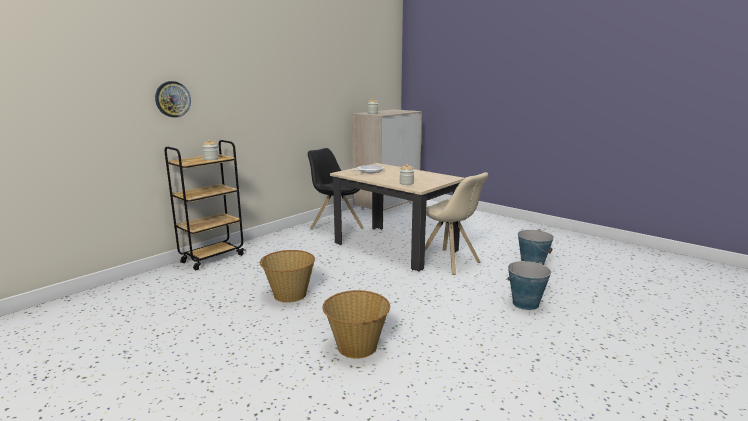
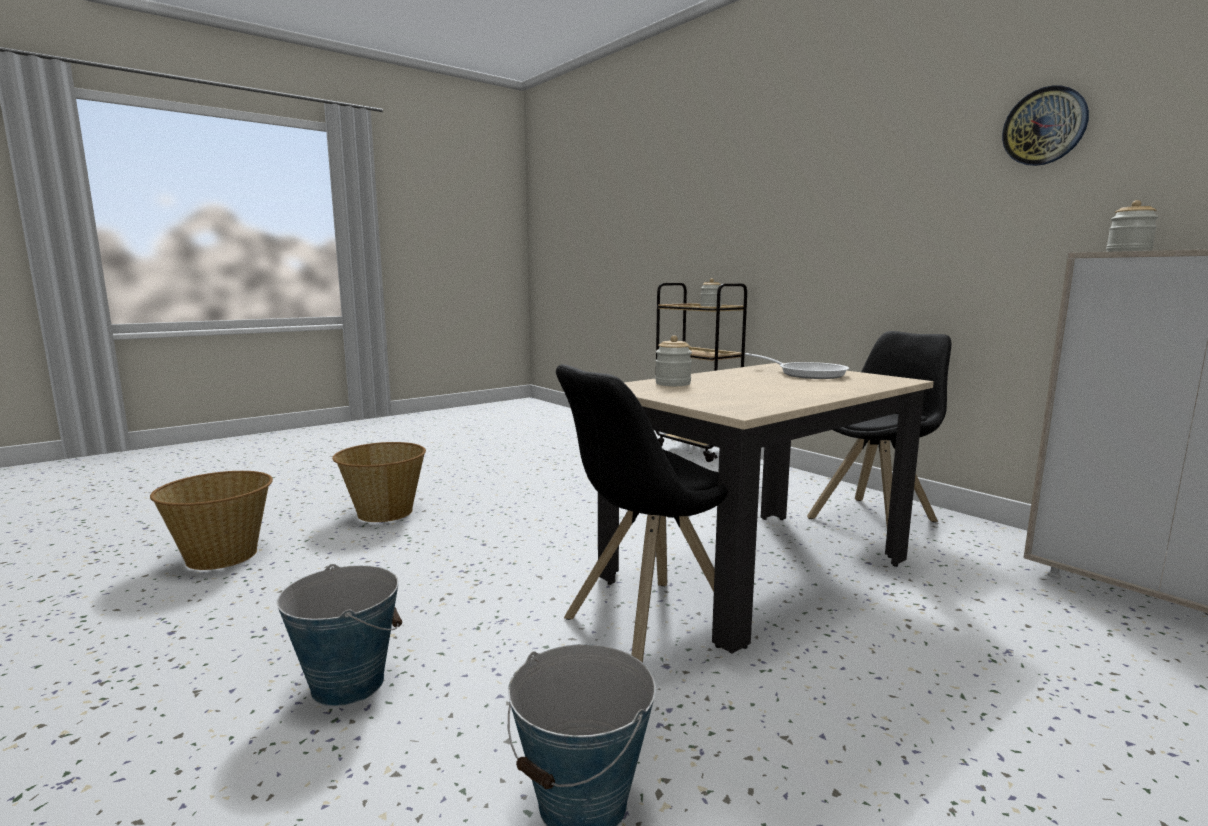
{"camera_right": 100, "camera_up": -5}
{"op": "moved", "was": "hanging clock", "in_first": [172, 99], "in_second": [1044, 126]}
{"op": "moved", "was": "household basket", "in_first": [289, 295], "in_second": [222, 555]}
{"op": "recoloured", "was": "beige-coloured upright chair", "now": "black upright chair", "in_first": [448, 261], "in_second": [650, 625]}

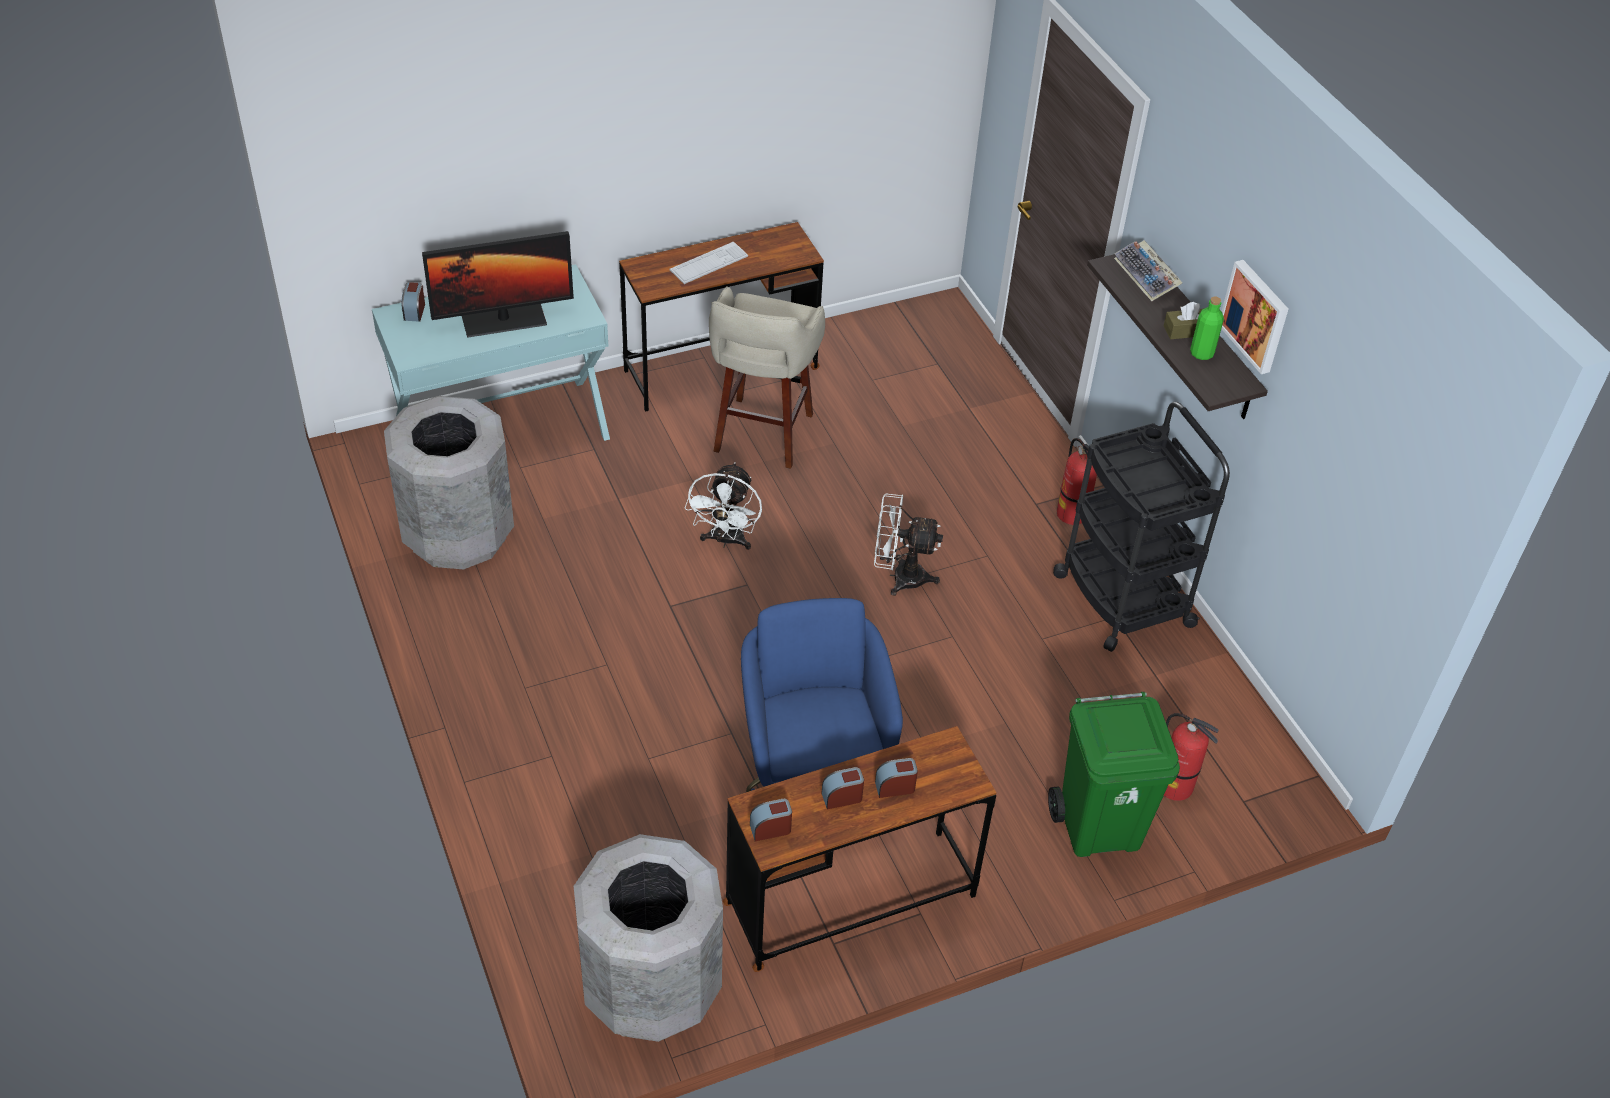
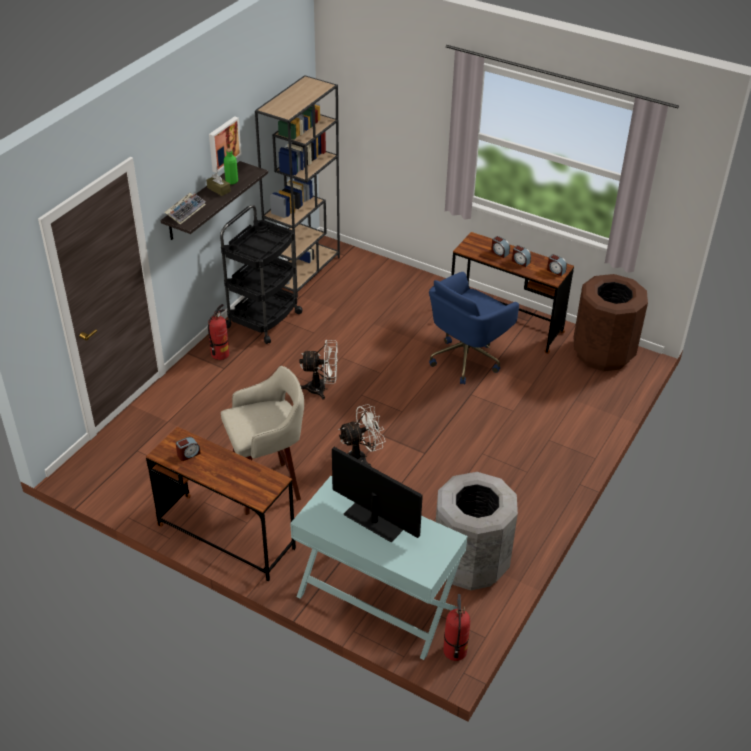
{"camera_right": -125, "camera_up": -5}
{"op": "moved", "was": "table clock", "in_first": [414, 311], "in_second": [188, 454]}
{"op": "recoloured", "was": "gray trash can", "now": "brown trash can", "in_first": [652, 988], "in_second": [602, 353]}
{"op": "removed", "was": "keyboard", "in_first": [709, 263]}
{"op": "turned", "was": "white-coloured electric fan", "in_first": [899, 577], "in_second": [322, 389], "clockwise": -60}
{"op": "removed", "was": "green-coloured trash can", "in_first": [1099, 827]}
{"op": "moved", "was": "extinguisher", "in_first": [1175, 787], "in_second": [454, 651]}
{"op": "added", "now": "shelving unit", "in_second": [303, 271]}

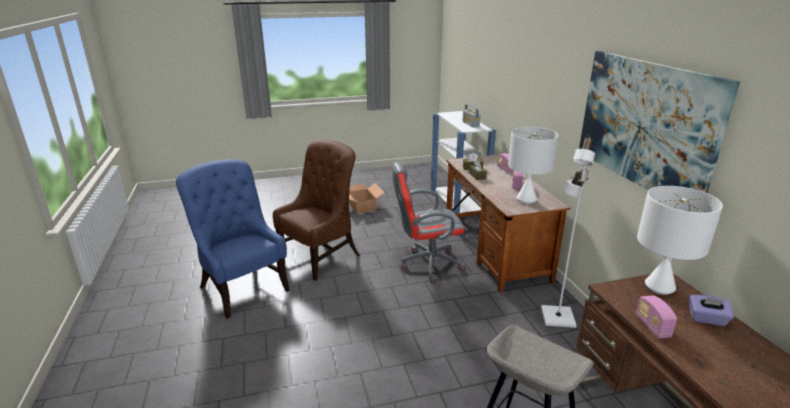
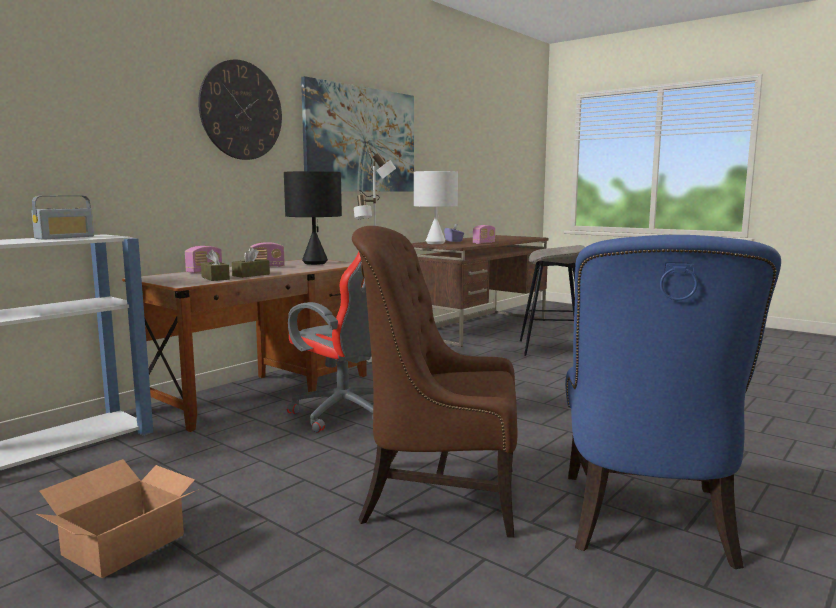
{"camera_right": -125, "camera_up": -15}
{"op": "recoloured", "was": "white-coloured tabletop lamp", "now": "black tabletop lamp", "in_first": [526, 200], "in_second": [314, 263]}
{"op": "added", "now": "hanging clock", "in_second": [241, 110]}

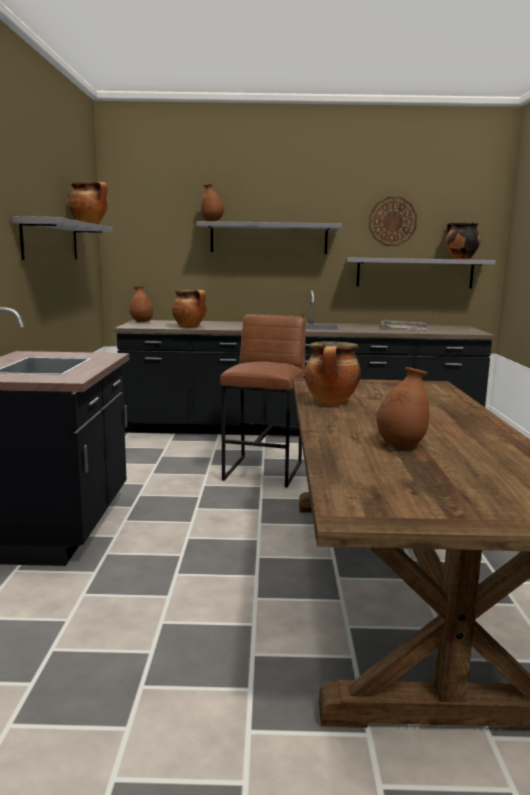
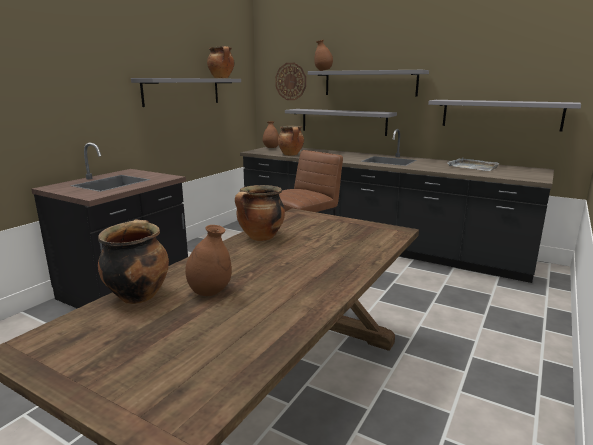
{"camera_right": 30, "camera_up": 5}
{"op": "moved", "was": "hanging clock", "in_first": [392, 221], "in_second": [290, 81]}
{"op": "moved", "was": "saucepot", "in_first": [460, 259], "in_second": [138, 295]}
{"op": "added", "now": "gray shelf", "in_second": [343, 121]}

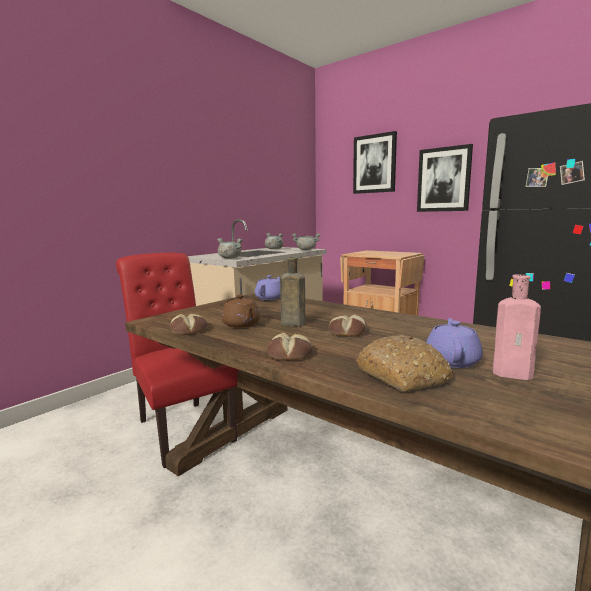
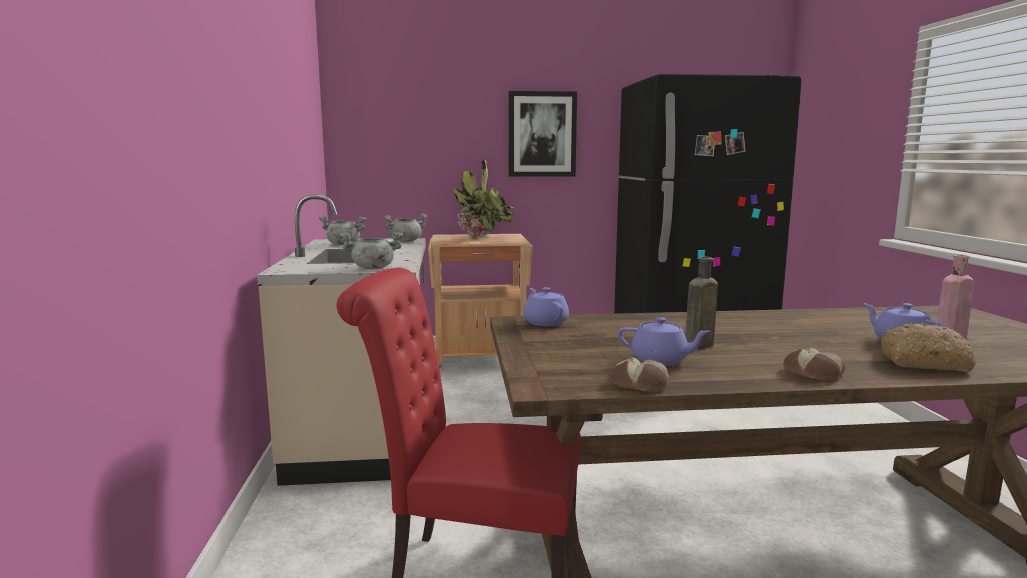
{"camera_right": -45, "camera_up": 0}
{"op": "recoloured", "was": "brown tea pot", "now": "purple tea pot", "in_first": [241, 325], "in_second": [660, 360]}
{"op": "removed", "was": "bread", "in_first": [346, 331]}
{"op": "removed", "was": "wall art", "in_first": [374, 164]}
{"op": "added", "now": "plant in a pot", "in_second": [486, 238]}

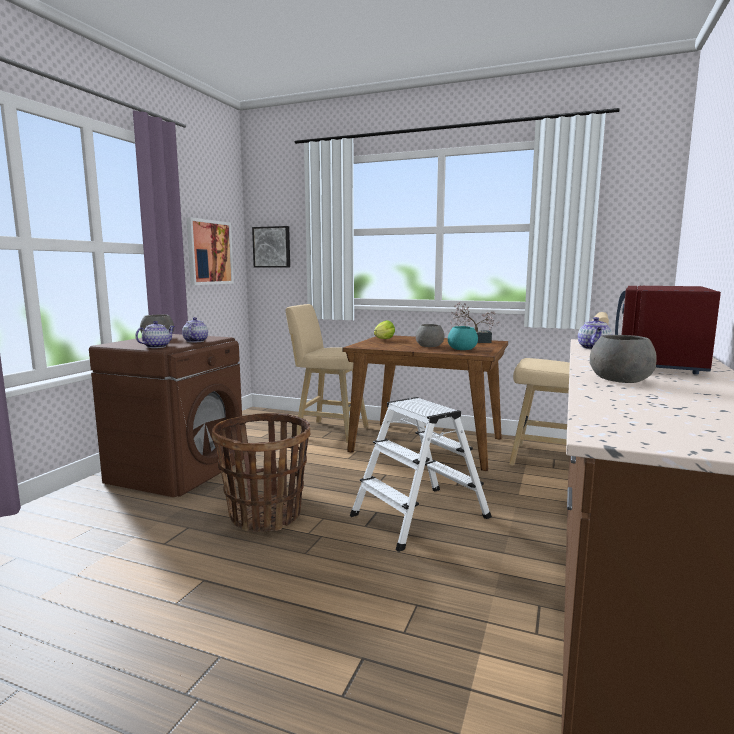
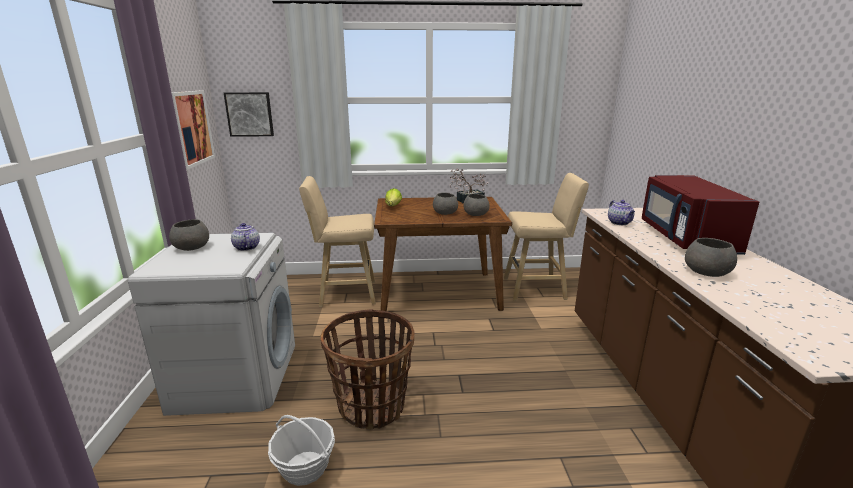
{"camera_right": -25, "camera_up": 10}
{"op": "recoloured", "was": "brown washing machine", "now": "white-coloured washing machine", "in_first": [180, 470], "in_second": [239, 375]}
{"op": "removed", "was": "tea pot", "in_first": [157, 347]}
{"op": "removed", "was": "white-coloured step stool", "in_first": [420, 516]}
{"op": "recoloured", "was": "blue-green deep dish", "now": "gray deep dish", "in_first": [462, 349], "in_second": [475, 214]}
{"op": "added", "now": "household basket", "in_second": [305, 468]}

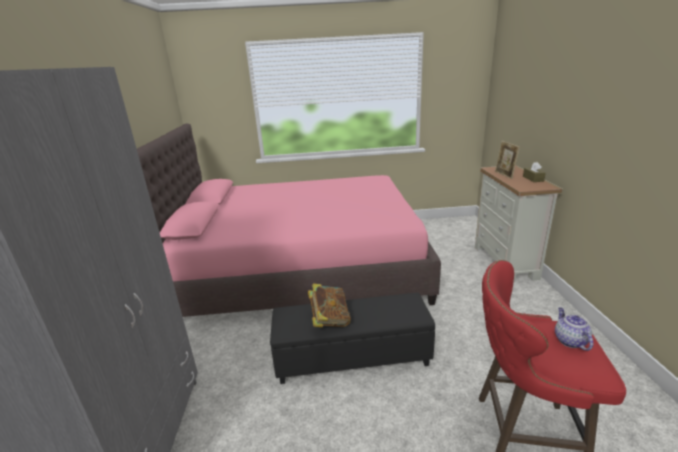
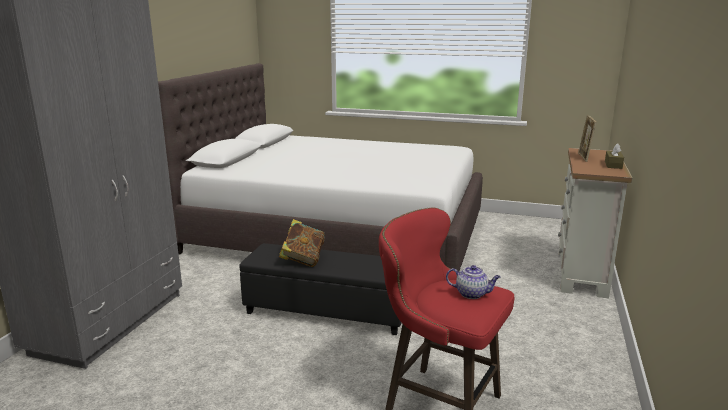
{"camera_right": 20, "camera_up": -5}
{"op": "recoloured", "was": "pink bed", "now": "white-coloured bed", "in_first": [300, 268], "in_second": [337, 234]}
{"op": "turned", "was": "tea pot", "in_first": [569, 340], "in_second": [472, 294], "clockwise": 90}

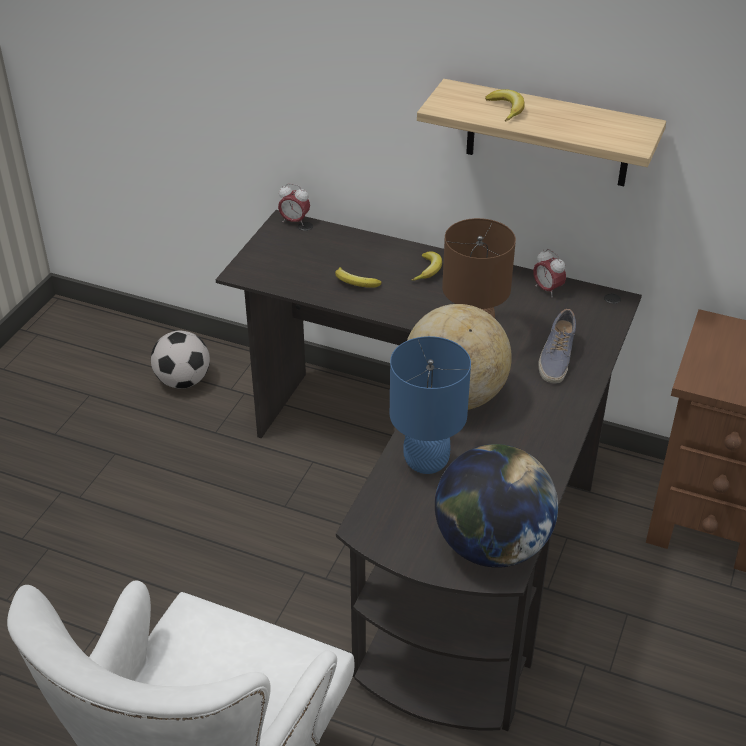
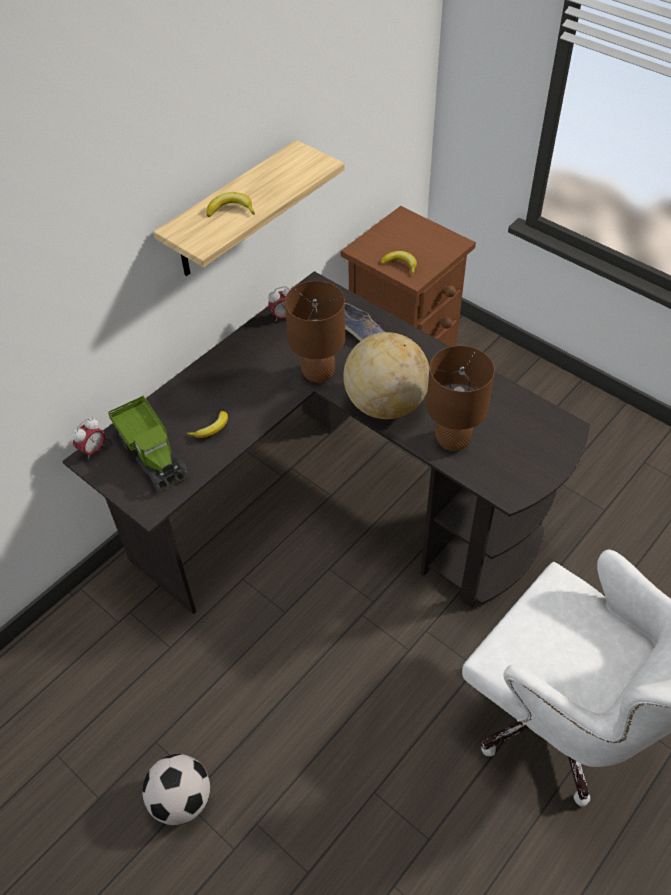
{"camera_right": -70, "camera_up": 10}
{"op": "moved", "was": "ball for football", "in_first": [183, 381], "in_second": [181, 799]}
{"op": "recoloured", "was": "blue-coloured tabletop lamp", "now": "brown tabletop lamp", "in_first": [427, 464], "in_second": [454, 440]}
{"op": "moved", "was": "whole banana", "in_first": [428, 270], "in_second": [400, 265]}
{"op": "removed", "was": "globe", "in_first": [491, 545]}
{"op": "added", "now": "model truck", "in_second": [153, 454]}

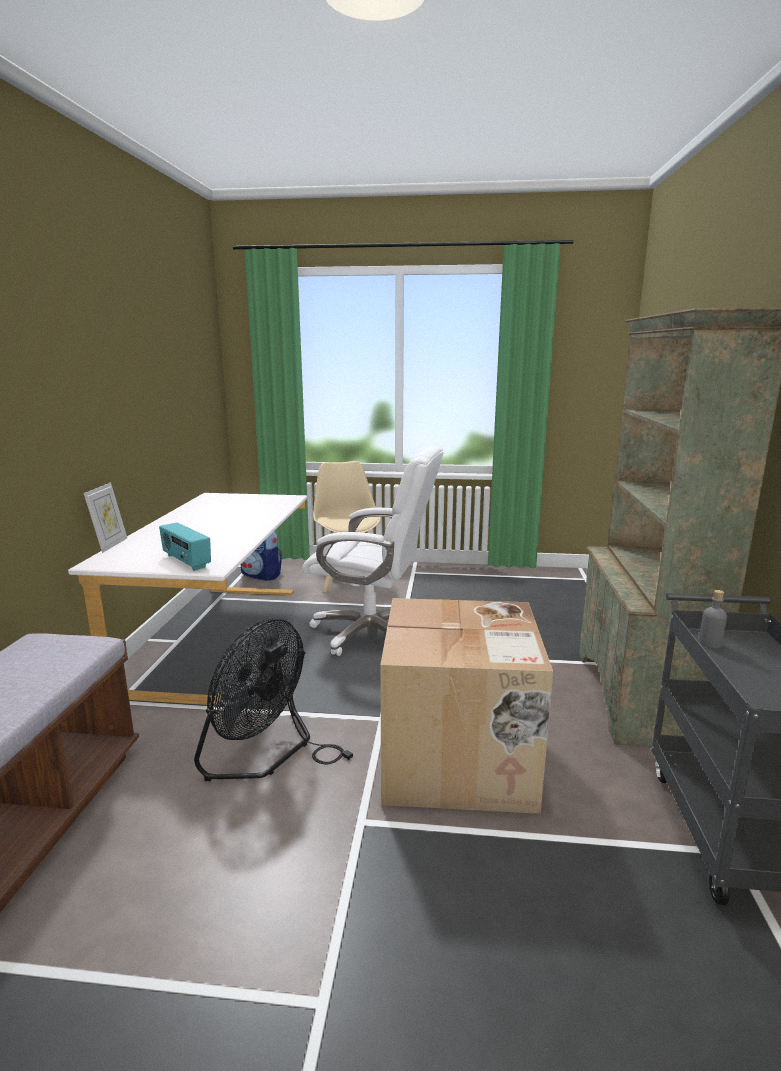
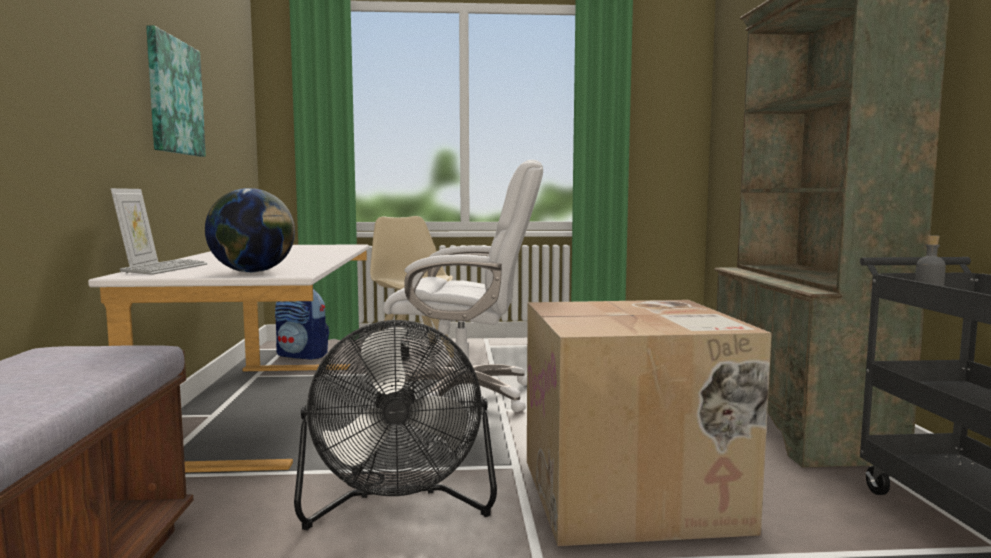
{"camera_right": -10, "camera_up": -10}
{"op": "replaced", "was": "radio", "now": "globe", "in_first": [186, 561], "in_second": [253, 272]}
{"op": "turned", "was": "black electric fan", "in_first": [277, 750], "in_second": [391, 505], "clockwise": -120}
{"op": "added", "now": "keyboard", "in_second": [166, 269]}
{"op": "added", "now": "wall art", "in_second": [174, 97]}

